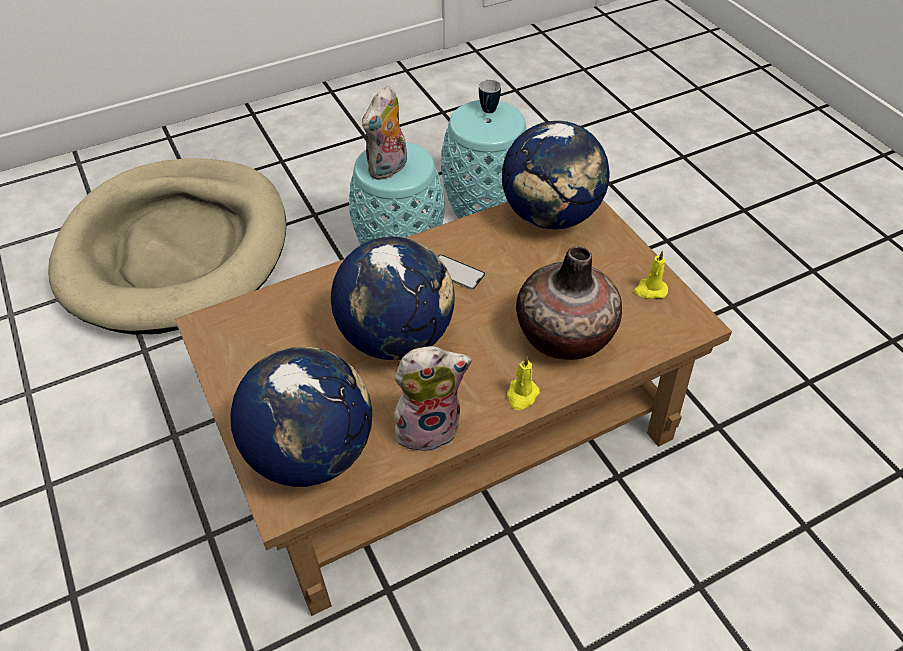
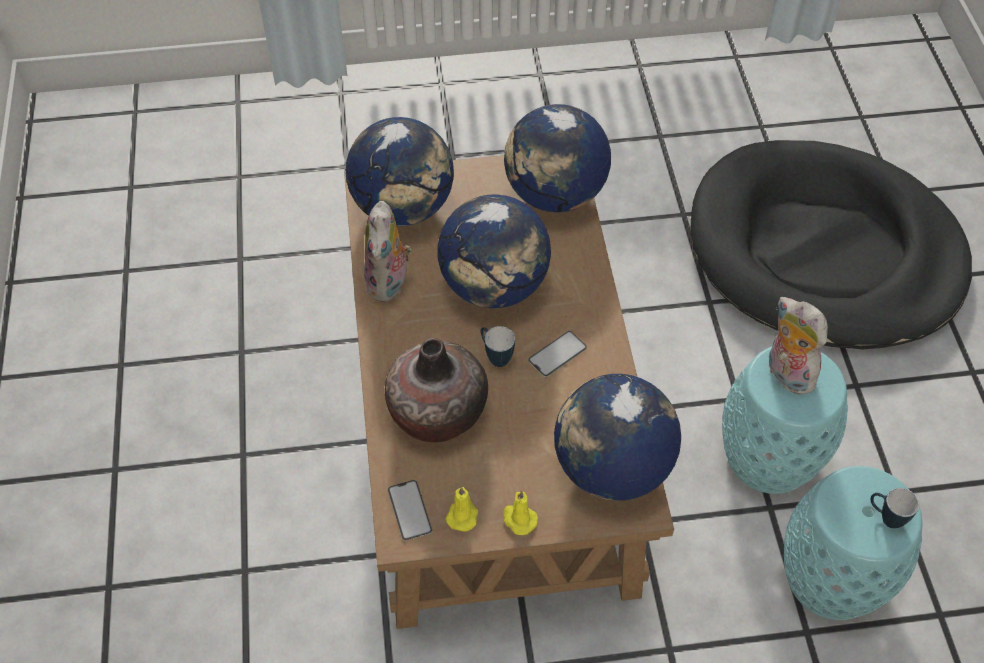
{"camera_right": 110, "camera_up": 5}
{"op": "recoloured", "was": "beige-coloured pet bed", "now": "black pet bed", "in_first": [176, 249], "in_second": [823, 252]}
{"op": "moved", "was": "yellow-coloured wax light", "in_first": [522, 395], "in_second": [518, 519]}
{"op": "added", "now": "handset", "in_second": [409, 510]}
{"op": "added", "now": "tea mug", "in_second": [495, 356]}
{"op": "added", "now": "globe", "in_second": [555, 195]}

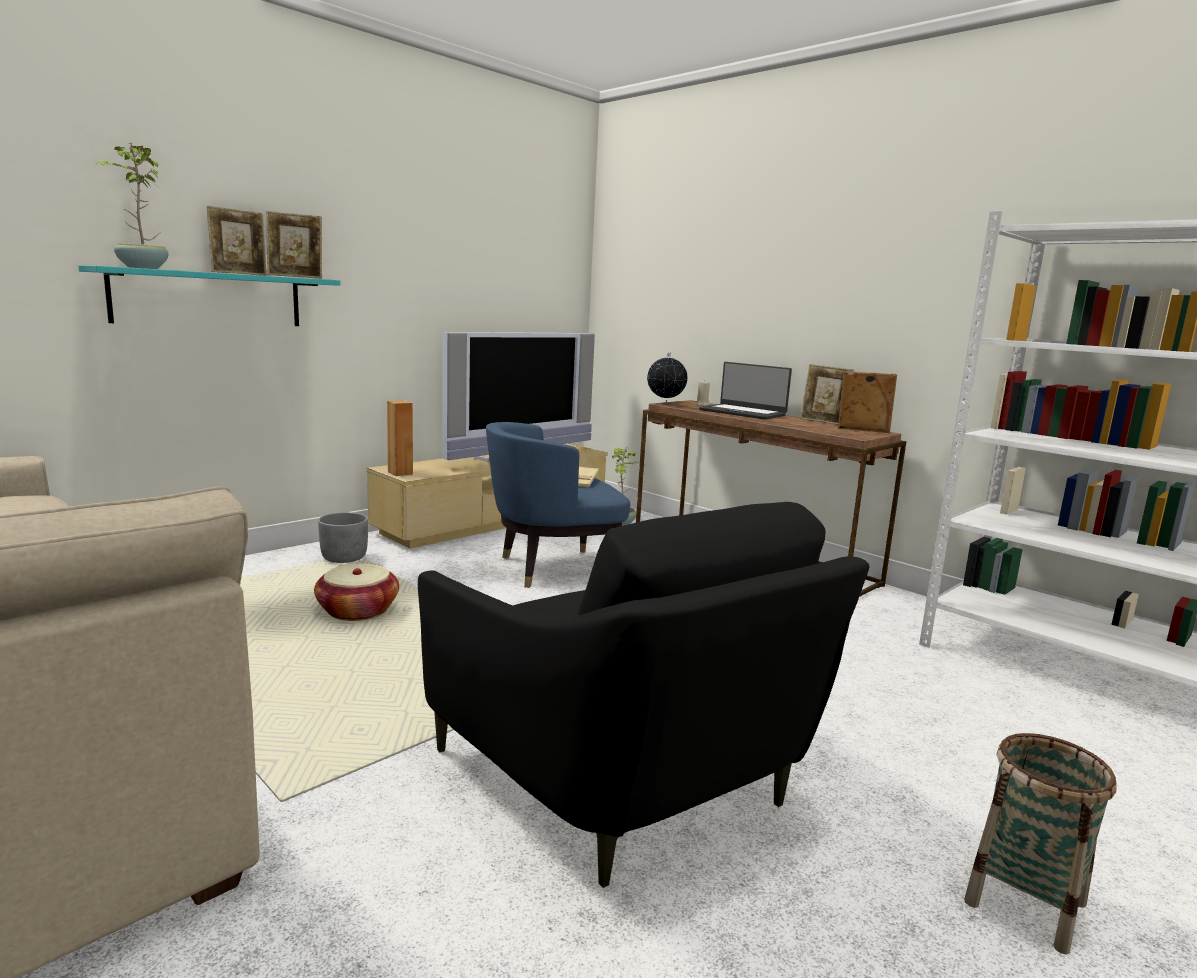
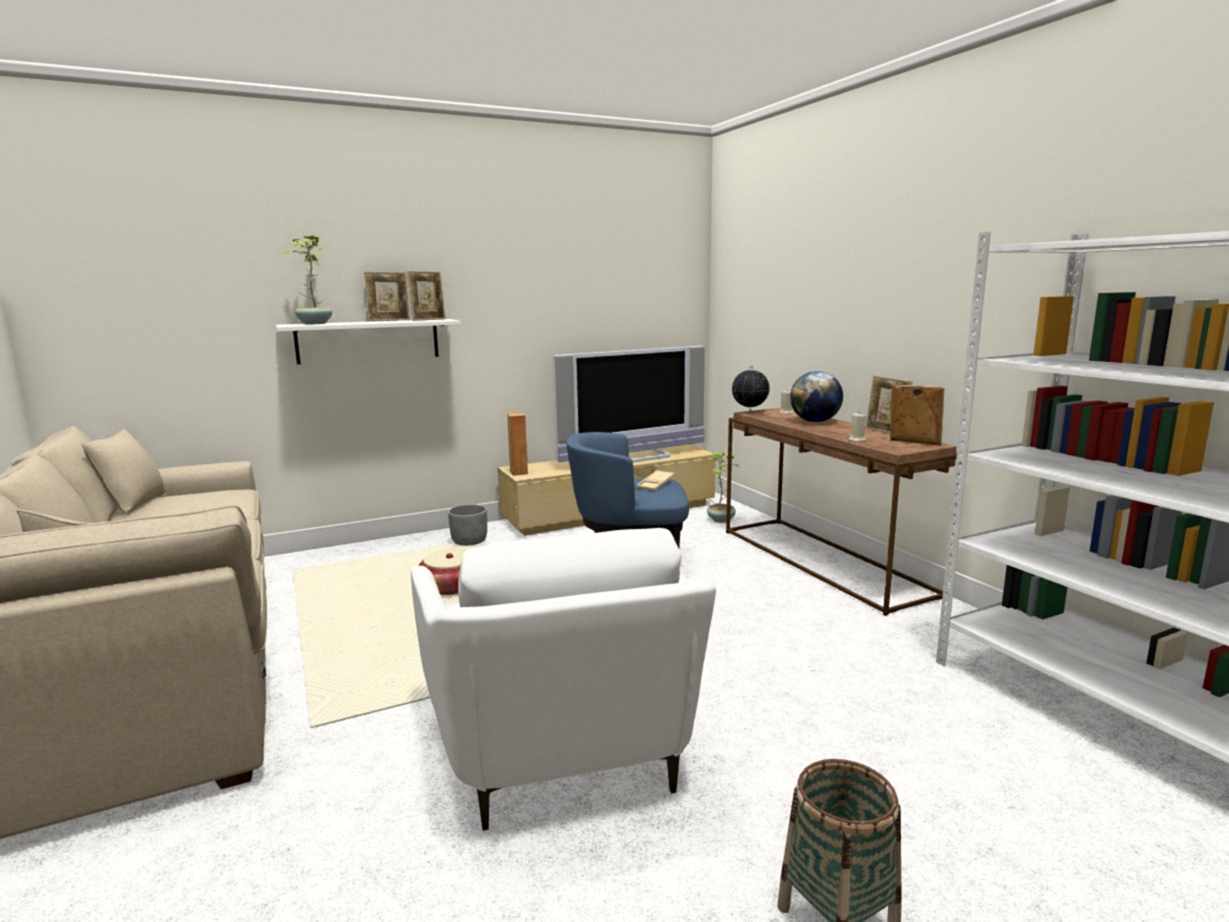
{"camera_right": 20, "camera_up": 0}
{"op": "recoloured", "was": "blue-green shelf", "now": "white-coloured shelf", "in_first": [209, 299], "in_second": [368, 341]}
{"op": "turned", "was": "picture frame", "in_first": [296, 277], "in_second": [428, 320], "clockwise": -60}
{"op": "recoloured", "was": "black armchair", "now": "white-coloured armchair", "in_first": [627, 777], "in_second": [563, 748]}
{"op": "replaced", "was": "portable computer", "now": "globe", "in_first": [743, 412], "in_second": [815, 421]}
{"op": "added", "now": "beige-coloured wax light", "in_second": [857, 440]}

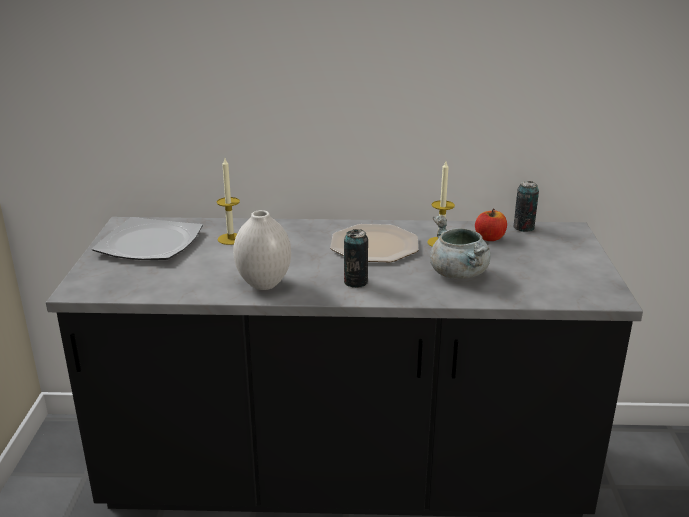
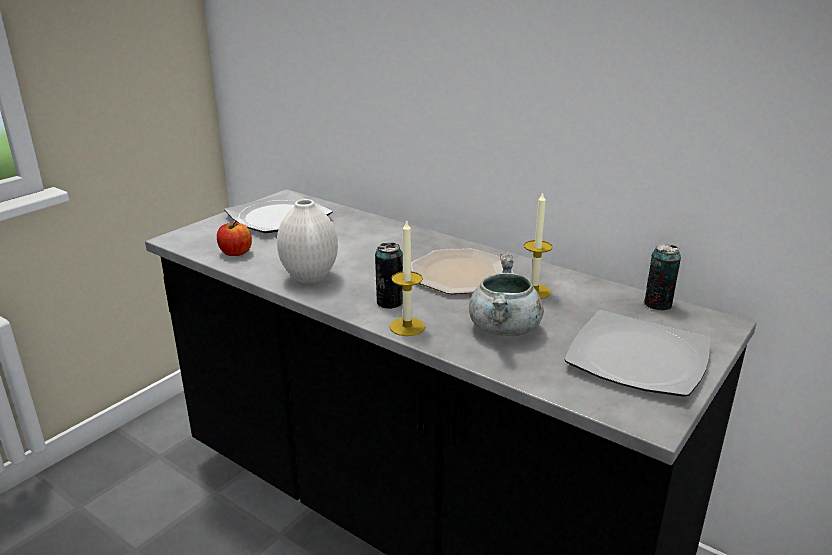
{"camera_right": 35, "camera_up": 0}
{"op": "moved", "was": "wax light", "in_first": [230, 239], "in_second": [407, 327]}
{"op": "moved", "was": "apple fruit", "in_first": [489, 238], "in_second": [235, 253]}
{"op": "added", "now": "plate", "in_second": [638, 359]}

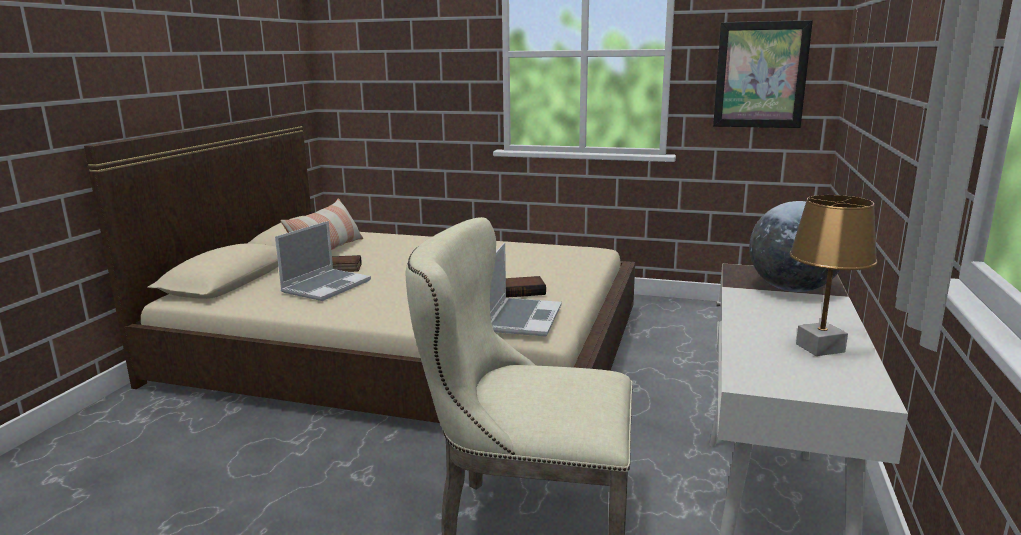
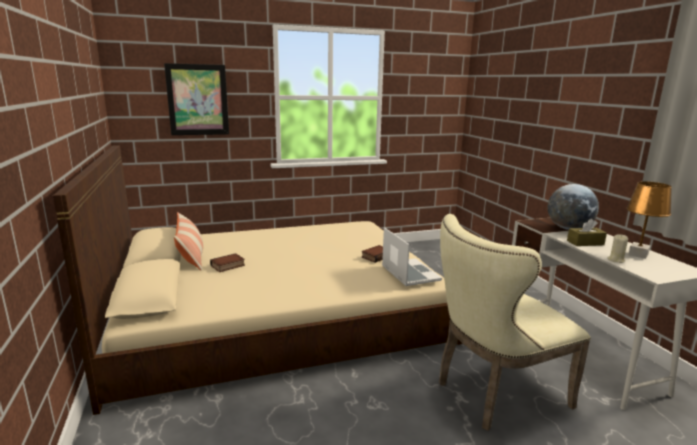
{"camera_right": -35, "camera_up": 0}
{"op": "removed", "was": "portable computer", "in_first": [326, 286]}
{"op": "moved", "was": "wall art", "in_first": [760, 75], "in_second": [198, 100]}
{"op": "added", "now": "brown box of tissues", "in_second": [585, 243]}
{"op": "added", "now": "beige-coloured wax light", "in_second": [615, 260]}

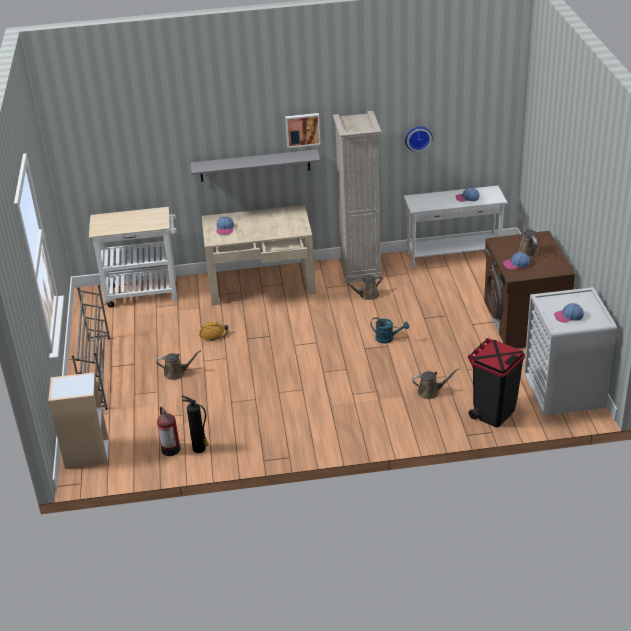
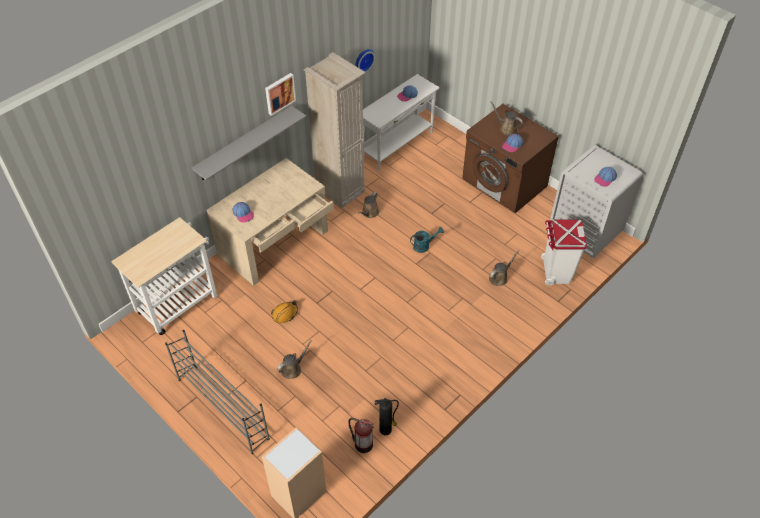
{"camera_right": -40, "camera_up": 15}
{"op": "recoloured", "was": "black trash can", "now": "white-coloured trash can", "in_first": [493, 412], "in_second": [556, 272]}

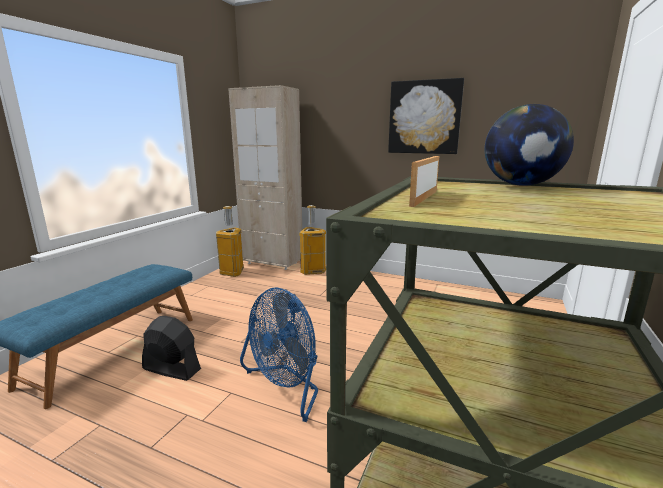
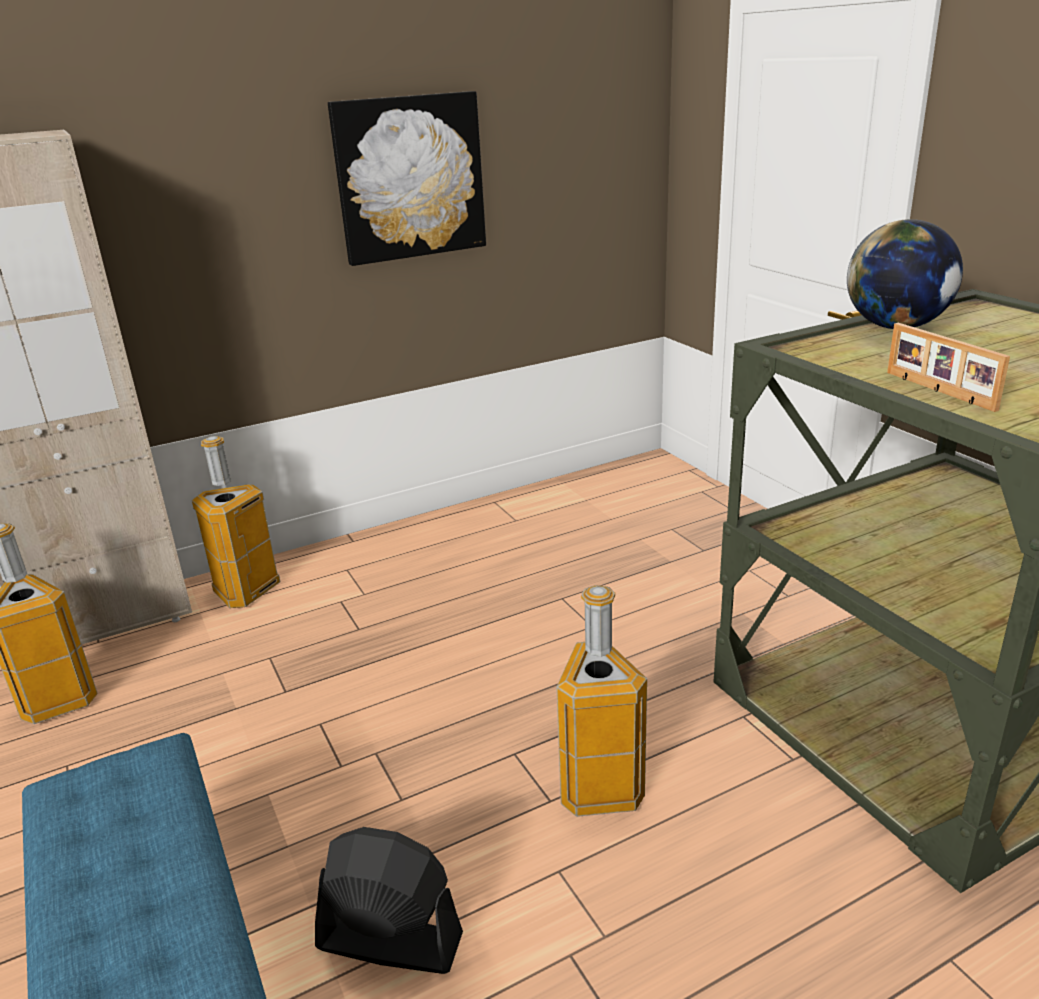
{"camera_right": -50, "camera_up": 10}
{"op": "turned", "was": "black electric fan", "in_first": [171, 369], "in_second": [389, 941], "clockwise": 45}
{"op": "replaced", "was": "blue-coloured electric fan", "now": "trash can", "in_first": [288, 383], "in_second": [599, 788]}

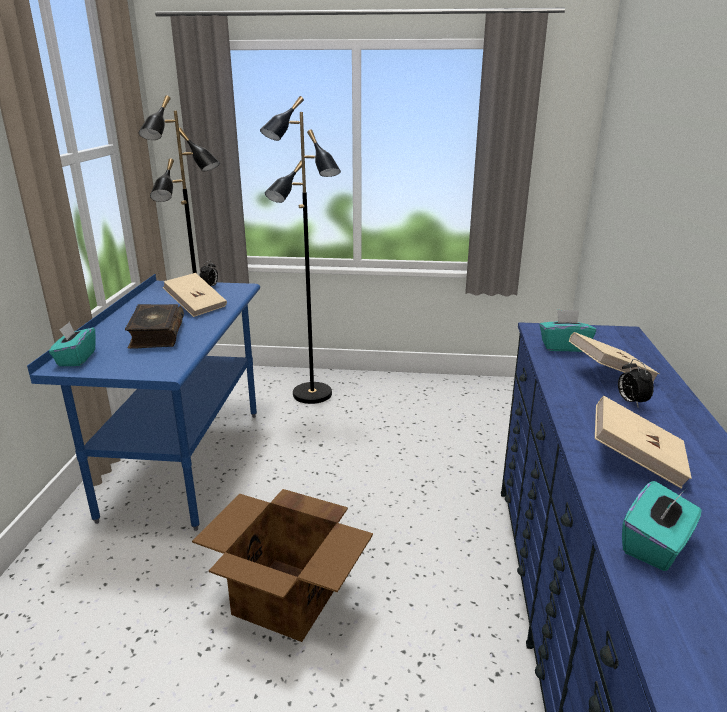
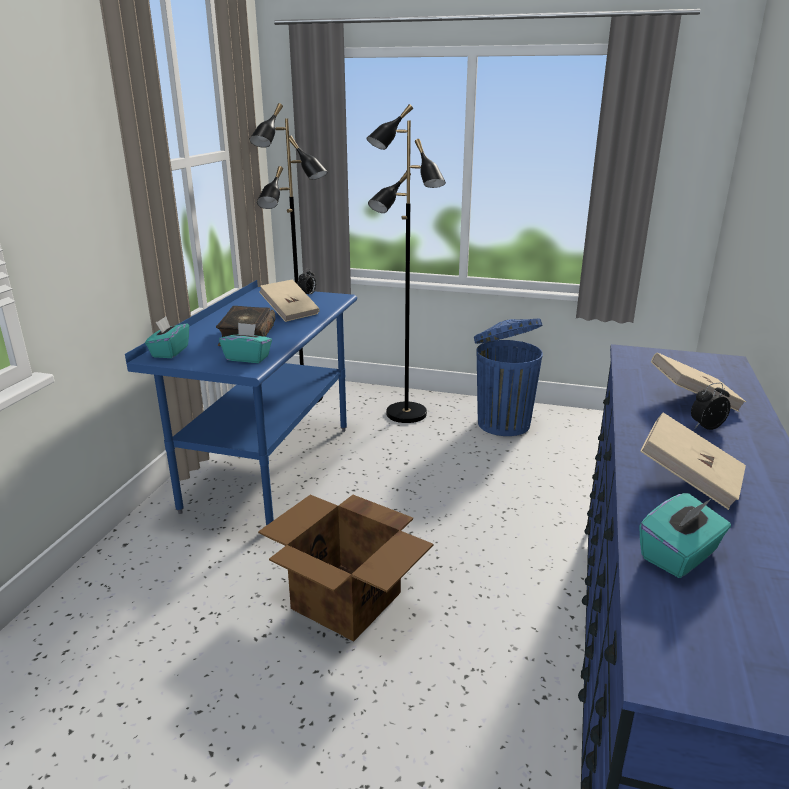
{"camera_right": 10, "camera_up": 0}
{"op": "moved", "was": "blue-green box of tissues", "in_first": [564, 346], "in_second": [248, 358]}
{"op": "turned", "was": "table clock", "in_first": [630, 402], "in_second": [706, 427], "clockwise": 75}
{"op": "added", "now": "blue-coloured trash can", "in_second": [502, 423]}

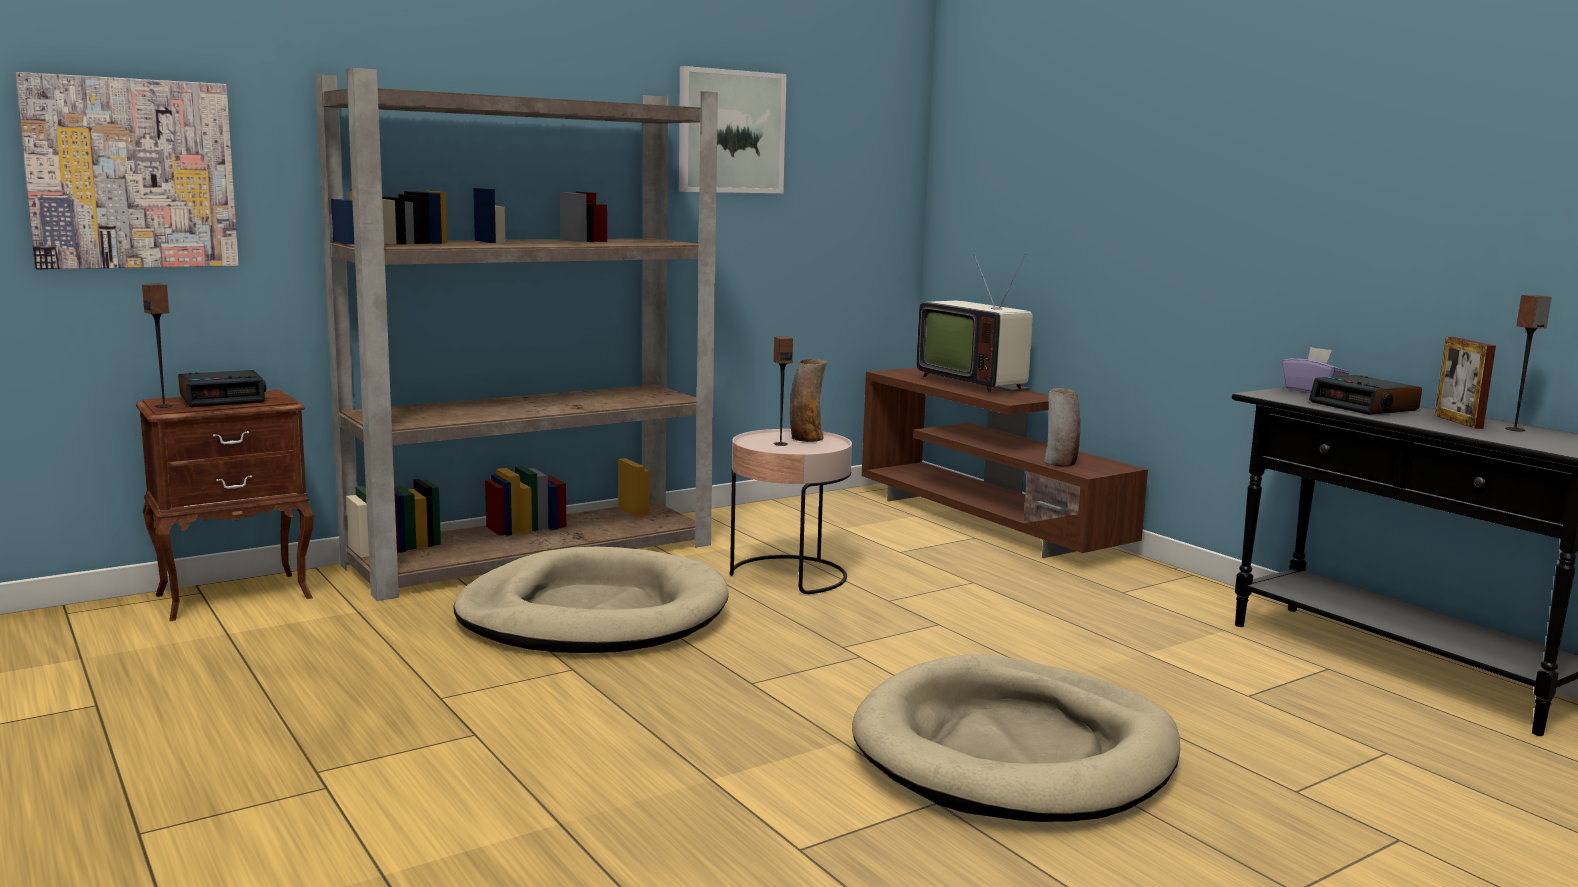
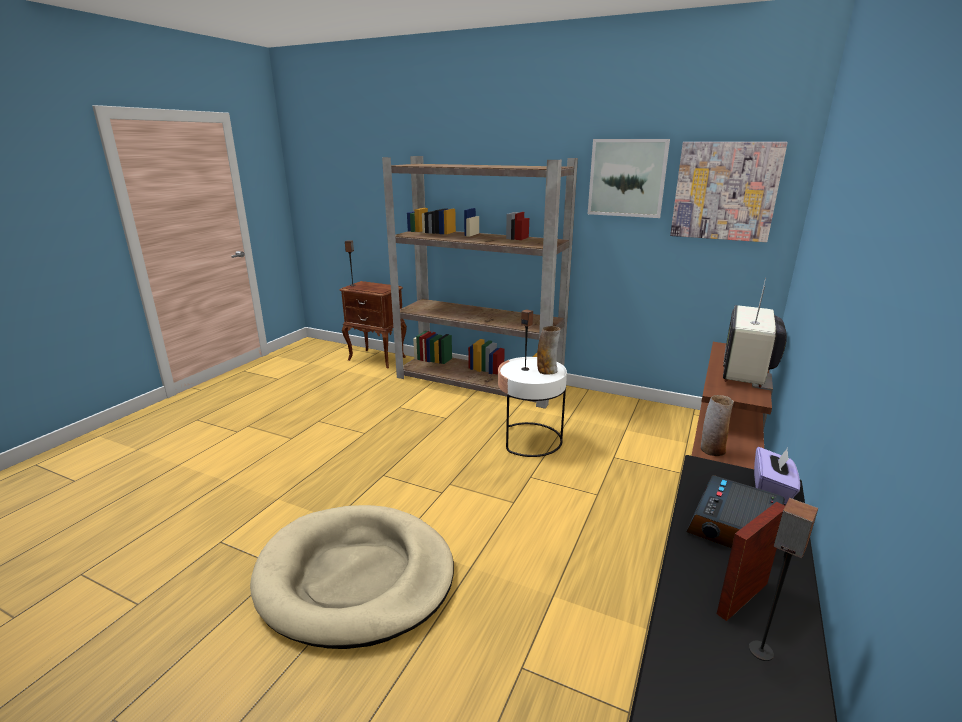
{"camera_right": 60, "camera_up": 10}
{"op": "moved", "was": "wall art", "in_first": [132, 174], "in_second": [725, 191]}
{"op": "removed", "was": "table clock", "in_first": [223, 399]}
{"op": "removed", "was": "beige-coloured pet bed", "in_first": [593, 614]}
{"op": "recoloured", "was": "pink accent table", "now": "white-coloured accent table", "in_first": [788, 576], "in_second": [529, 439]}

